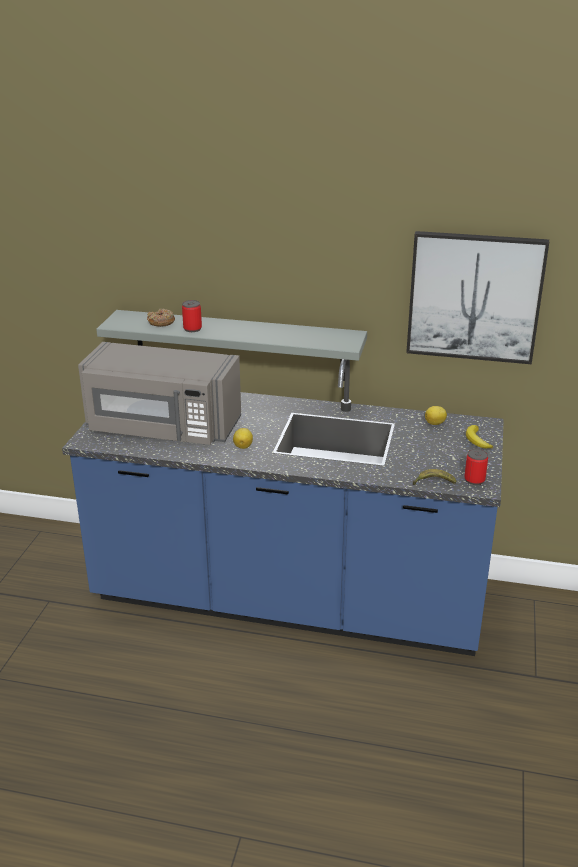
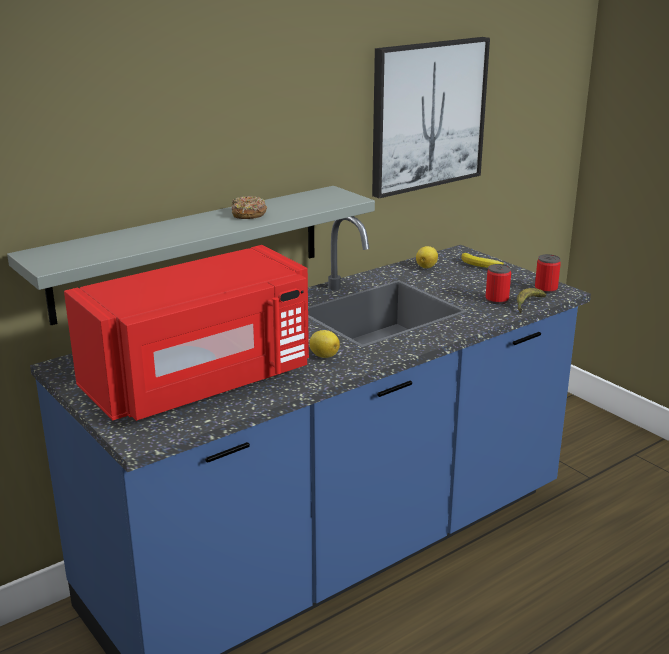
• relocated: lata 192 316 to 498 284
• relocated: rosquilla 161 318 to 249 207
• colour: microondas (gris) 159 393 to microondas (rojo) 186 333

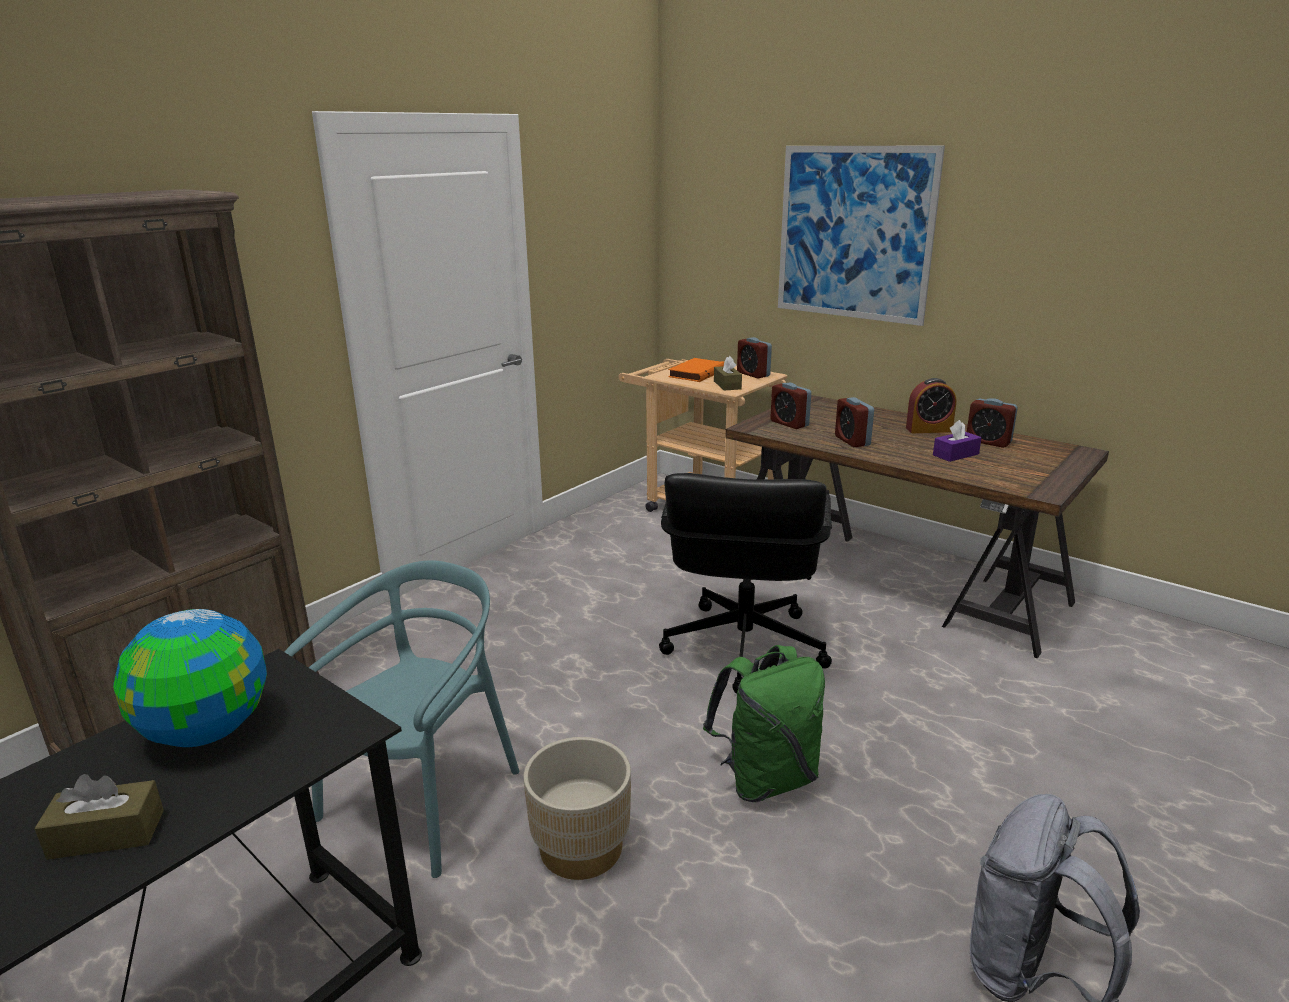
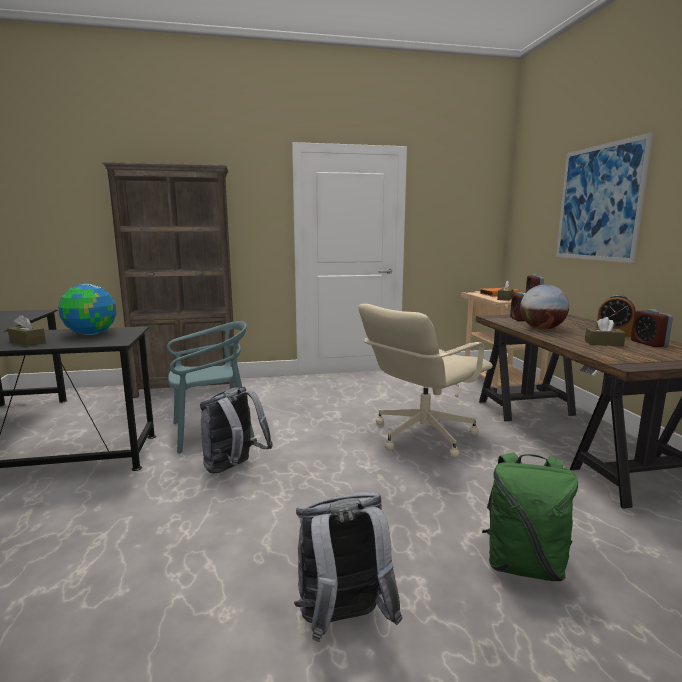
• exchanged: despertador 854 422 to globo terráqueo 544 307
• colour: caja de pañuelos (morado) 957 441 to caja de pañuelos (marrón) 605 331
• colour: silla de oficina (negro) 745 583 to silla de oficina (beis) 425 381
• relocated: mochila (verde) 764 723 to 530 516
• exchanged: maceta (beis) 577 808 to mochila (gris) 236 430

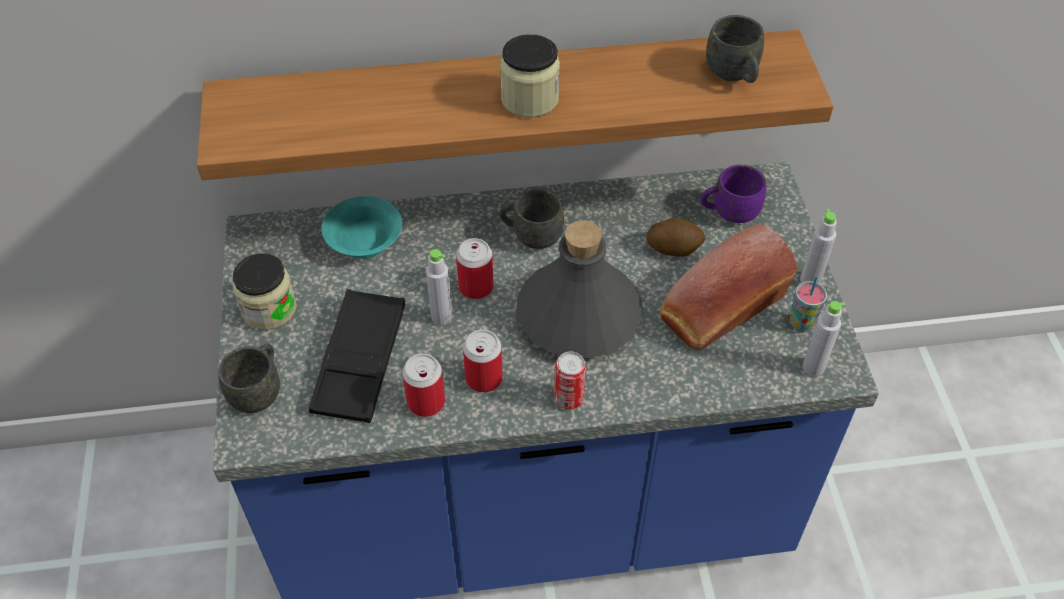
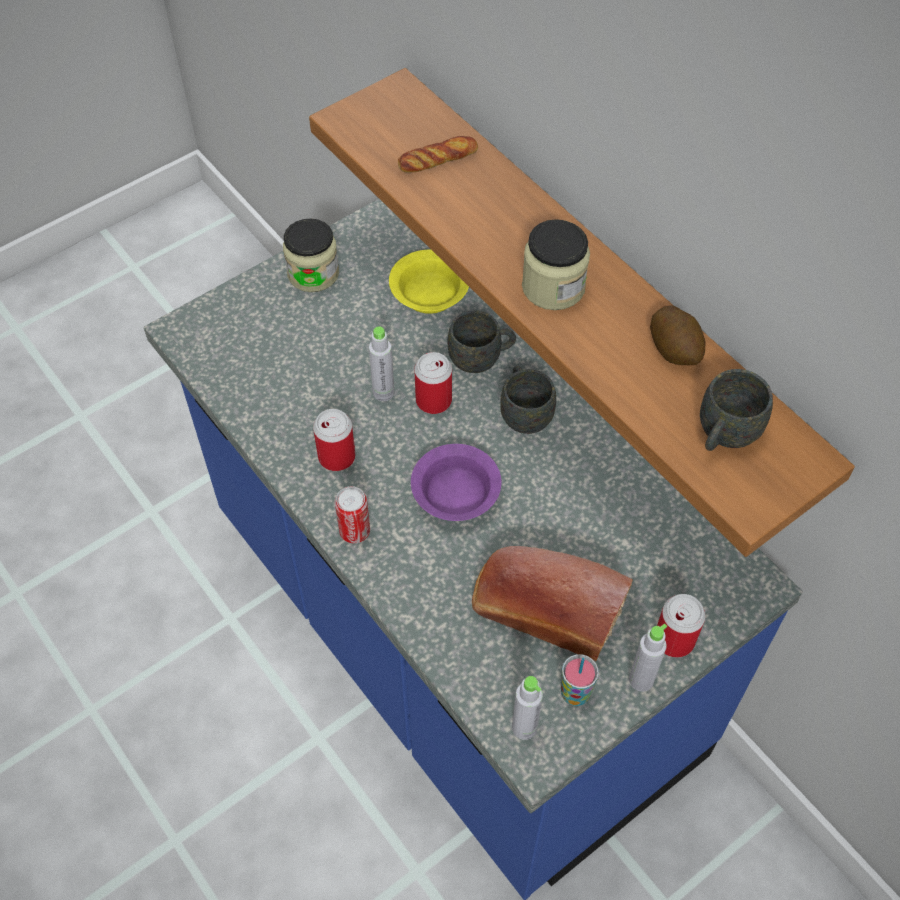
• missing: taza grande (morado) 733 194
• colour: cuenco (turquesa) 362 227 to cuenco (amarillo) 429 282
• relocated: patata 676 237 to 678 335
• exchanged: botella (gris) 579 289 to cuenco (morado) 456 482
• missing: bandeja (negro) 357 356
• relocated: taza grande (gris) 249 378 to 482 341
• relocated: lata 423 385 to 681 626
• appeared: pan 438 154

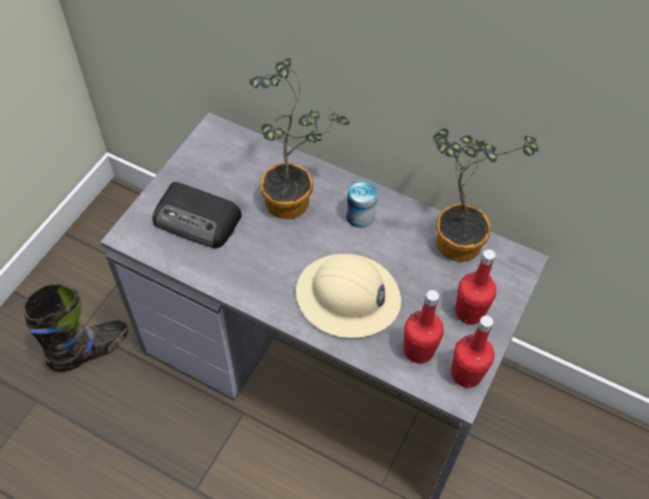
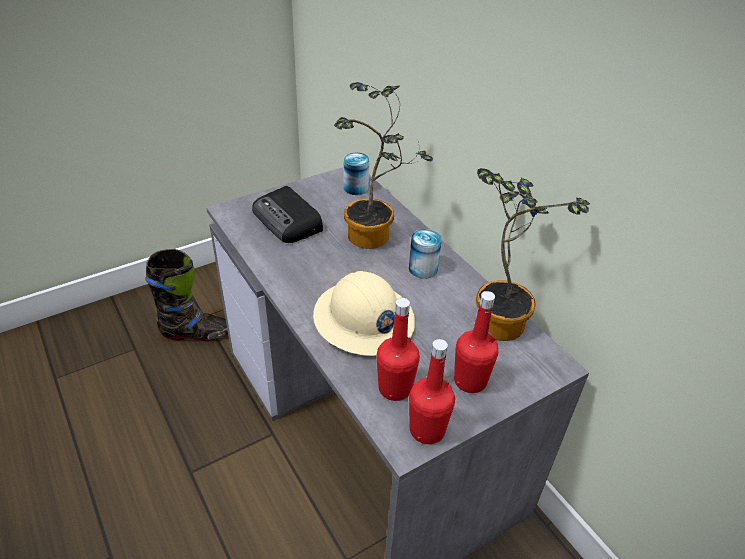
• appeared: lata 356 174

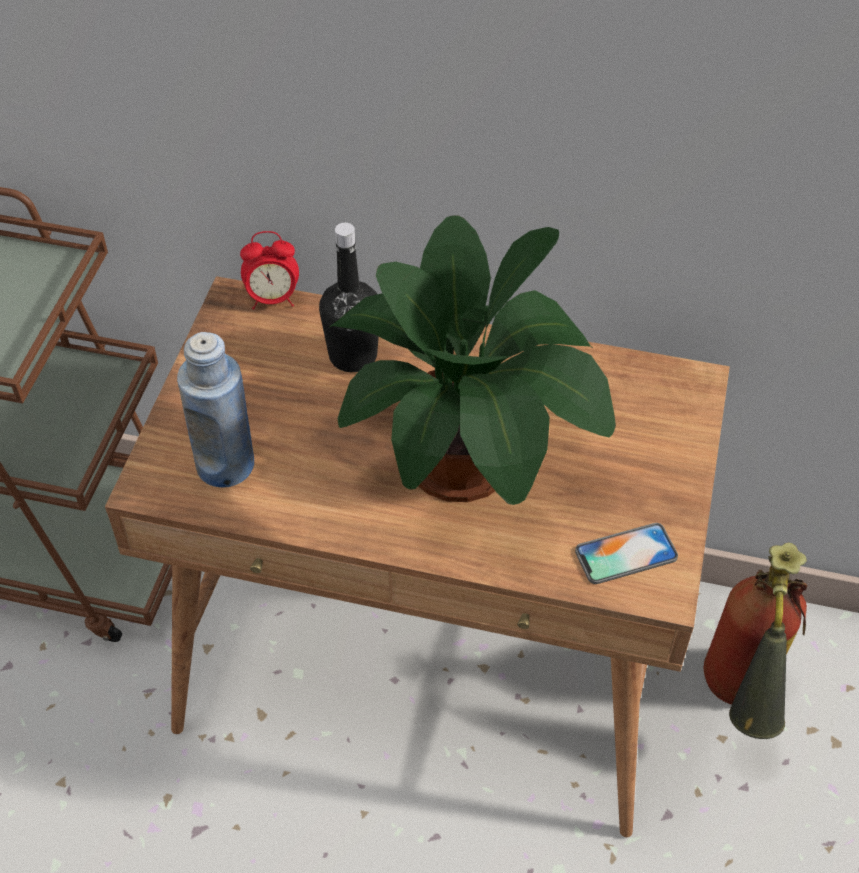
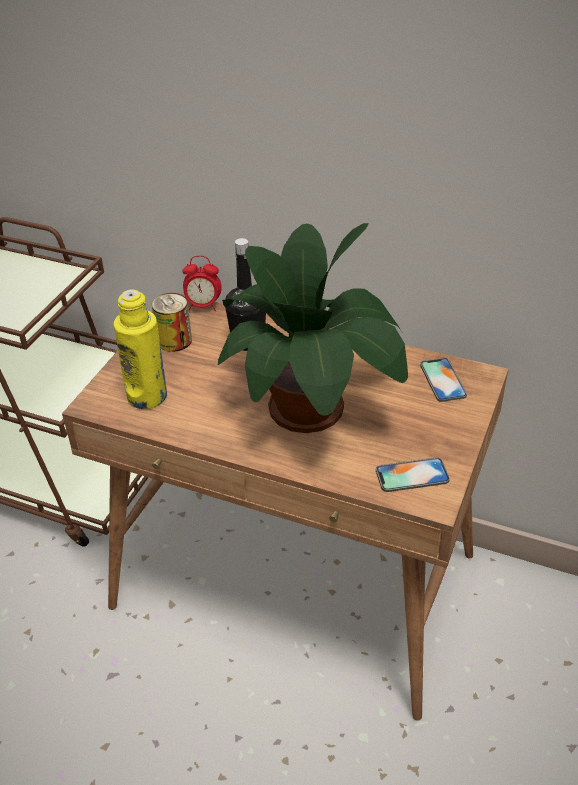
• colour: botella (azul) 215 409 to botella (amarillo) 140 349
• missing: extintor 755 641
• appeared: lata 172 322
• appeared: móvil 443 380

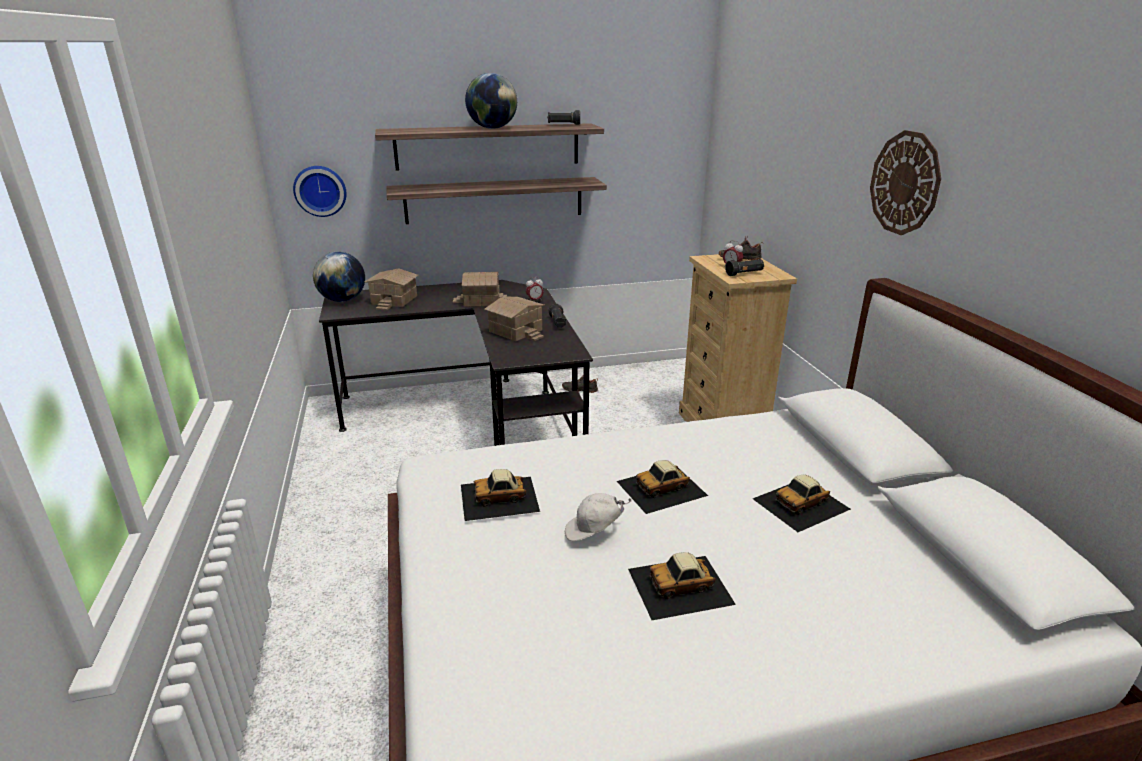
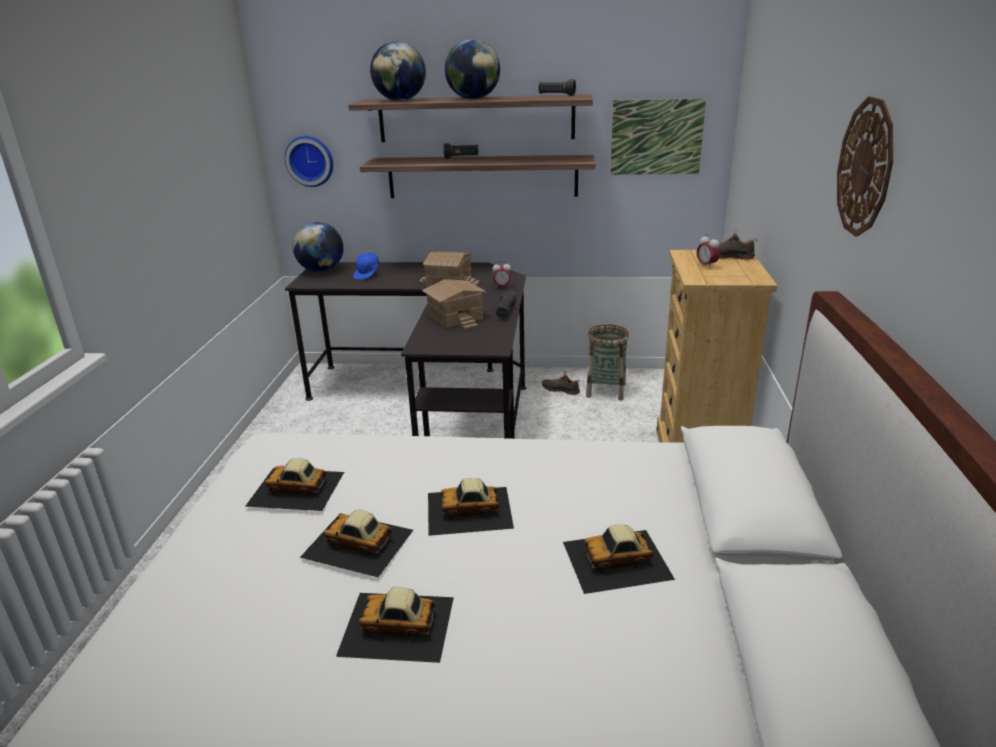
• relocated: linterna (negro) 744 267 to 461 151
• exchanged: casita 392 289 to gorra (azul) 366 266
• exchanged: gorra (blanco) 598 517 to coche de juguete 356 543
• appeared: globo terráqueo 398 71
• appeared: cuadro 658 136
• appeared: cesta 607 362

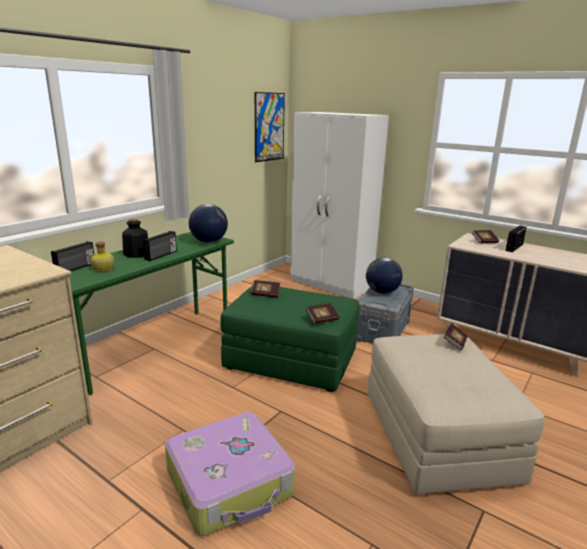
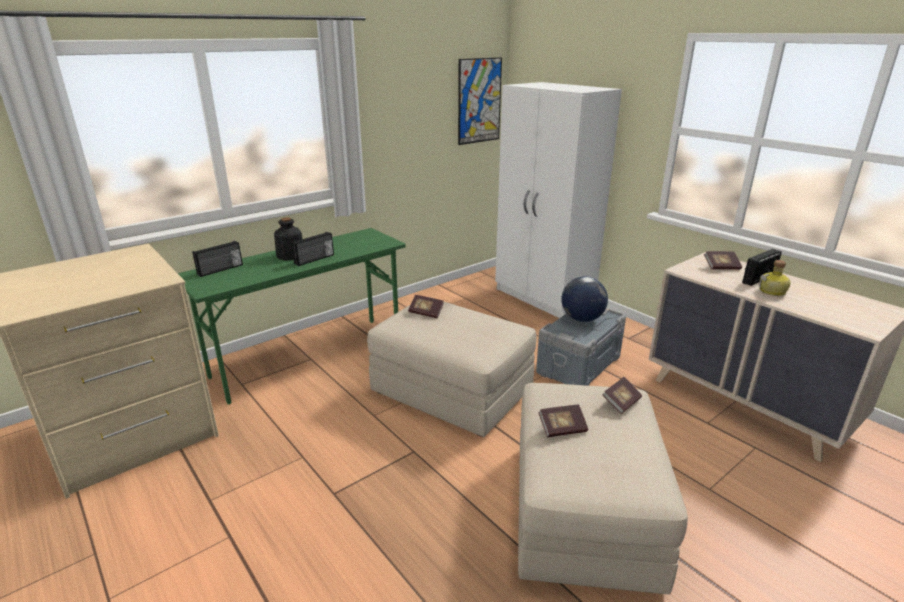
• missing: globo terráqueo 208 223
• relocated: botella 102 256 to 775 278
• colour: puf (verde) 290 339 to puf (beis) 451 367
• relocated: libro 322 313 to 563 420
• missing: maleta 230 474

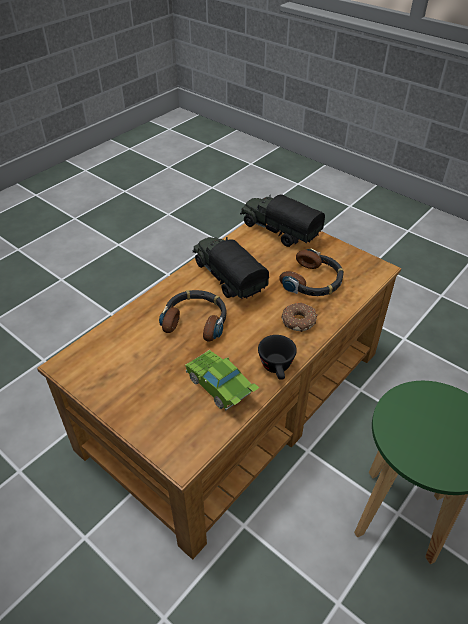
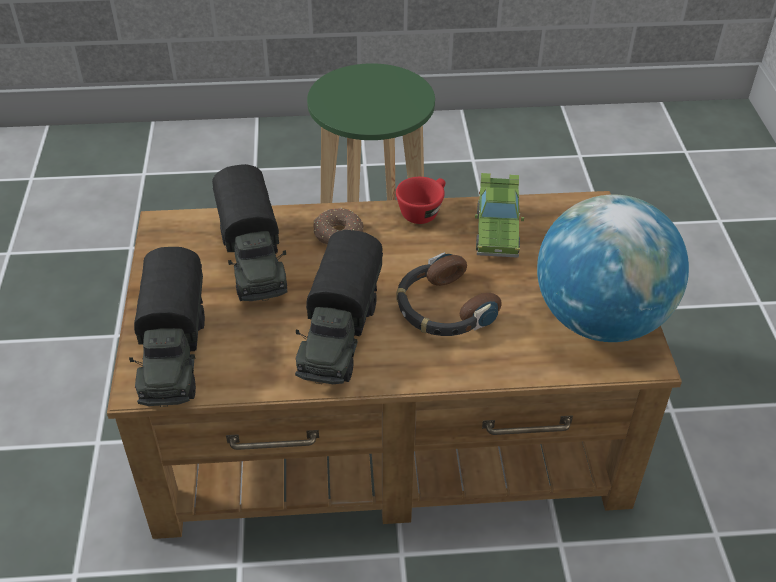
• exchanged: auriculares 311 272 to camión de juguete 249 232
• colour: taza (negro) 277 357 to taza (rojo) 420 200
• appeared: globo terráqueo 613 268

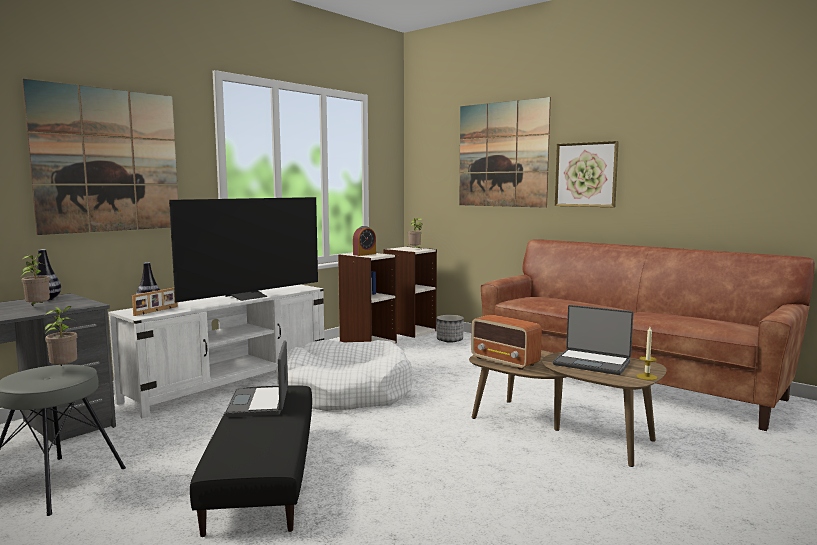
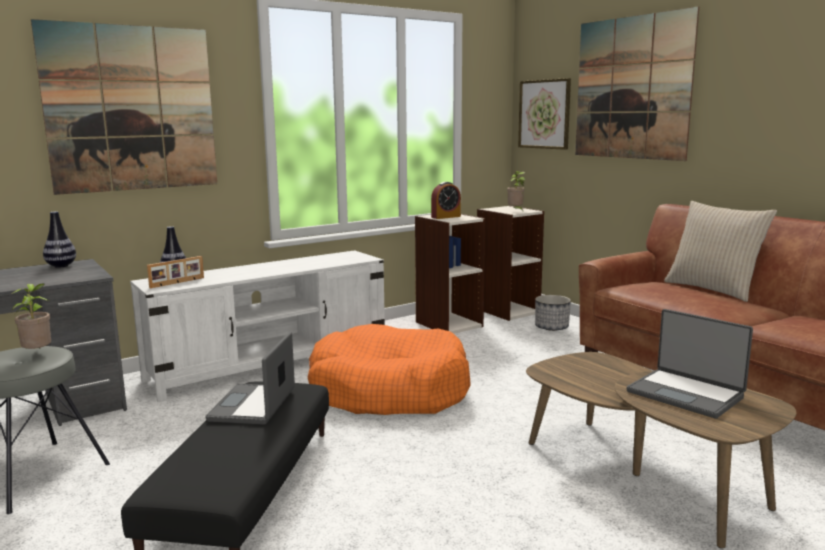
• relocated: cuadro 587 174 to 544 114
• missing: televisor 243 249
• missing: planta en maceta 35 279
• missing: radio 506 342
• missing: vela 647 353
• colour: cama para perro (blanco) 344 375 to cama para perro (naranja) 389 369
• appeared: cojín (beis) 720 251

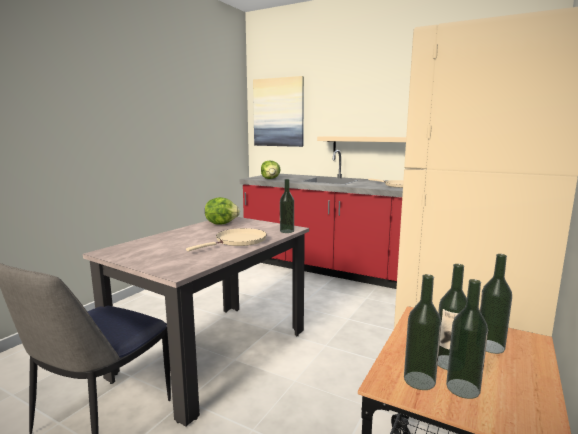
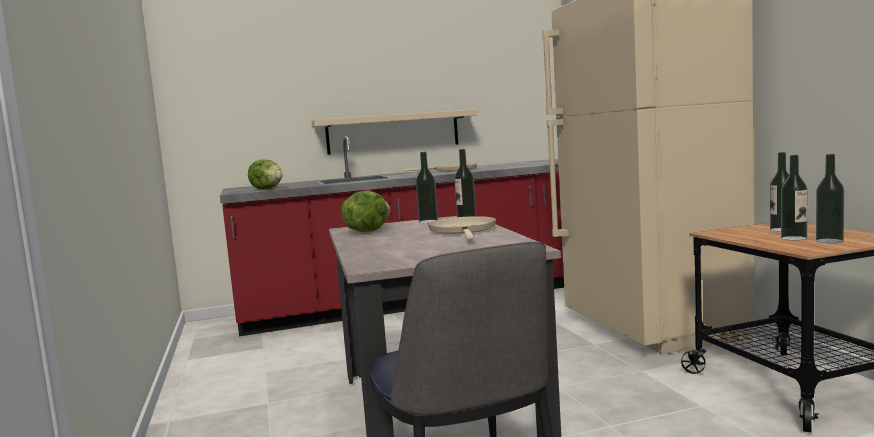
• missing: cuadro 278 111
• relocated: botella 423 332 to 427 187

